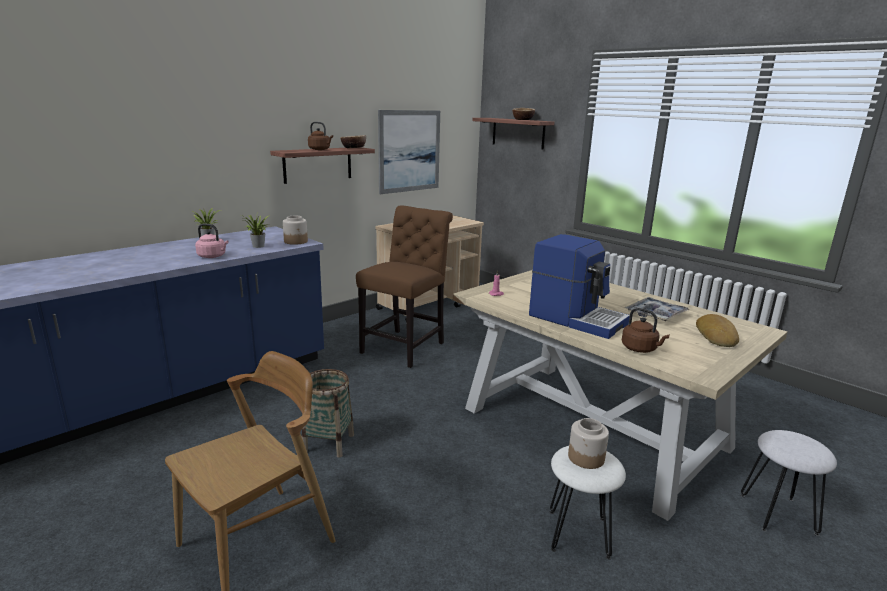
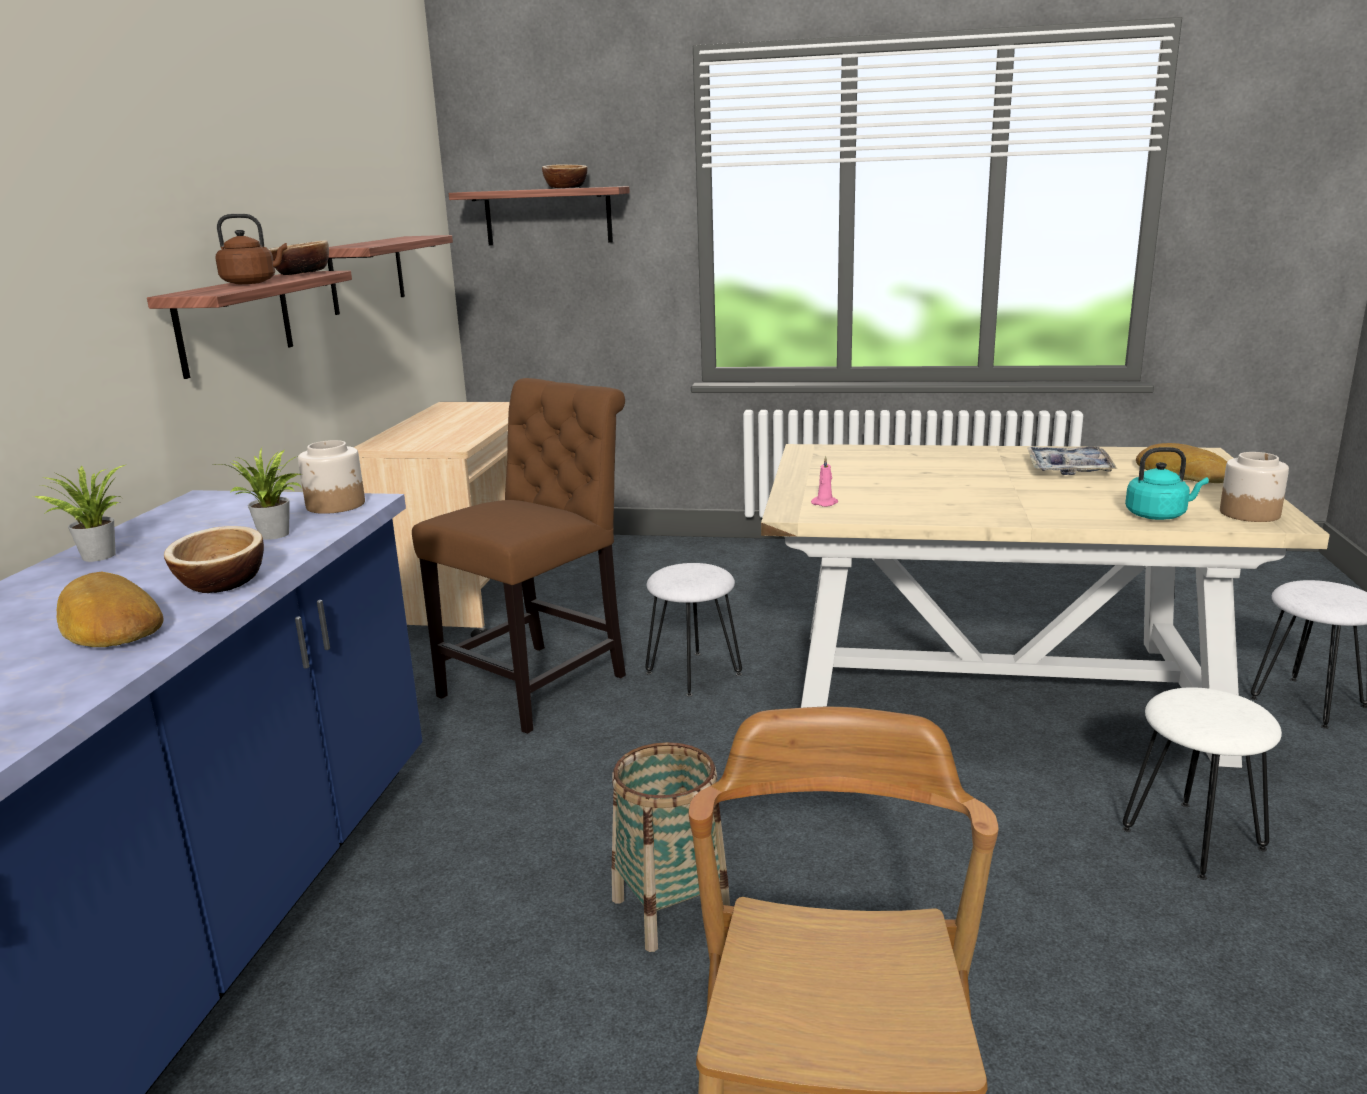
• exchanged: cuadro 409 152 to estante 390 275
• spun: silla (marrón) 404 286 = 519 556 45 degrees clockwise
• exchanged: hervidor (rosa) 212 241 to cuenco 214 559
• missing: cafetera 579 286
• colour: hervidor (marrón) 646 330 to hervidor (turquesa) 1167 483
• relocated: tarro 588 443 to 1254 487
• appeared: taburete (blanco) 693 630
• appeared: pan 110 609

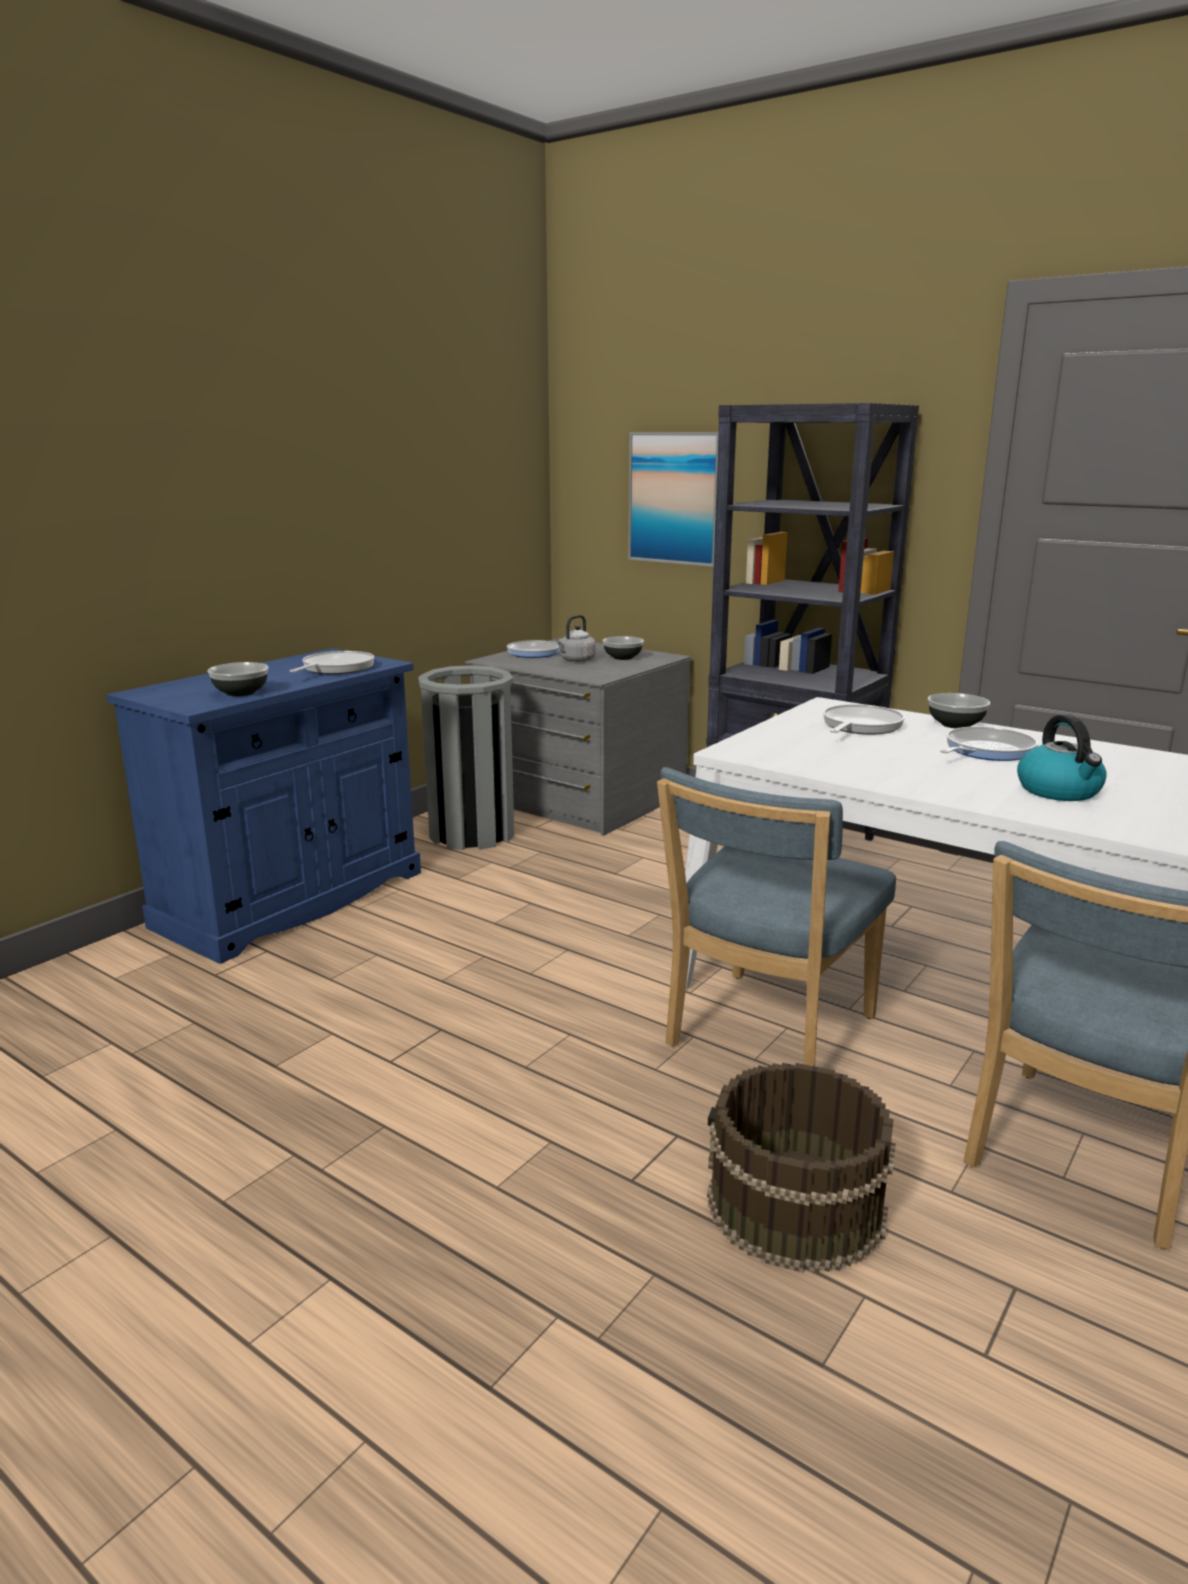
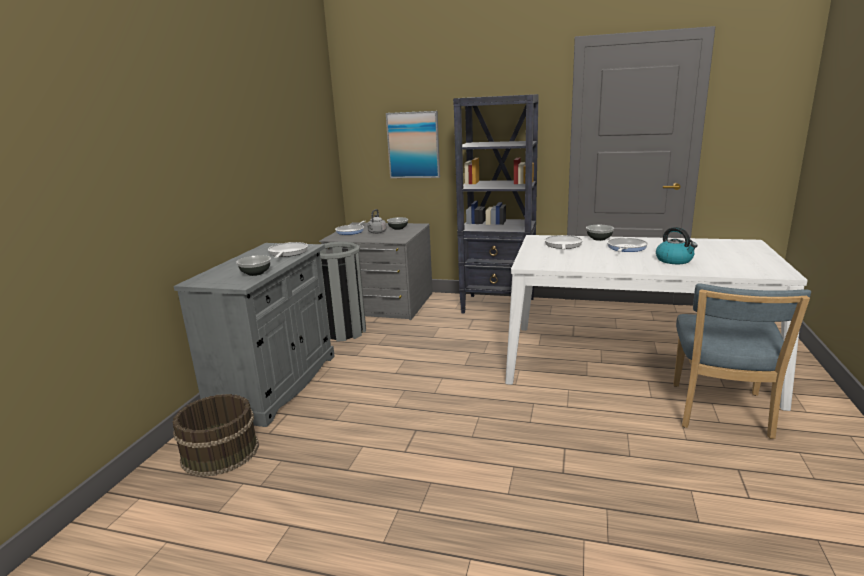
• colour: armario (azul) 264 806 to armario (gris) 254 335
• missing: silla (azul) 776 916
• relocated: cubo (marrón) 801 1168 to 216 435

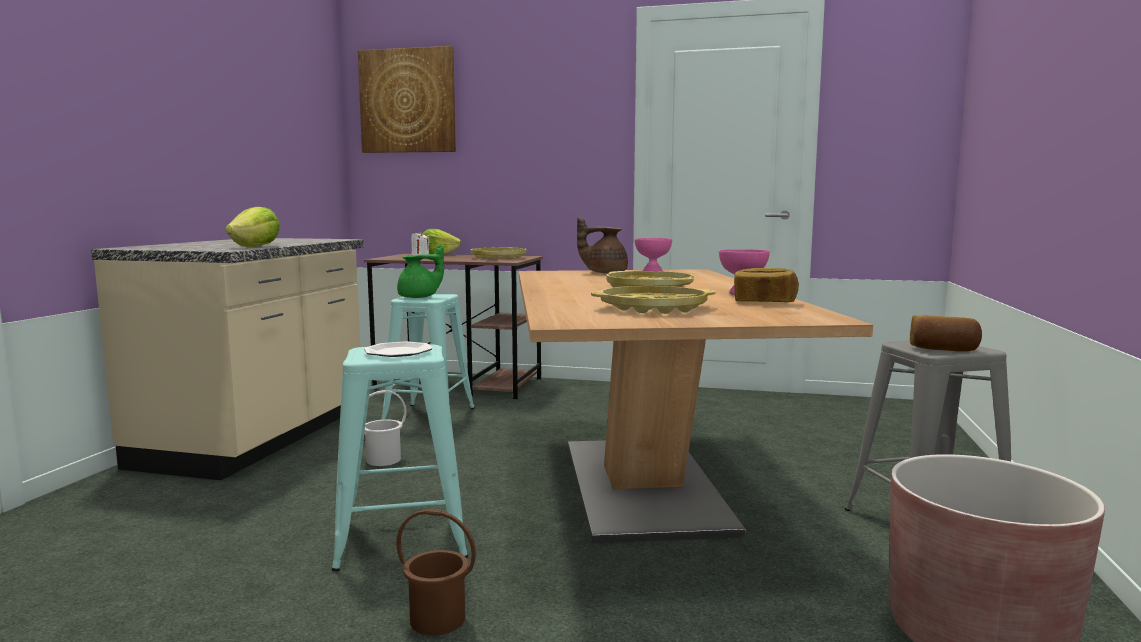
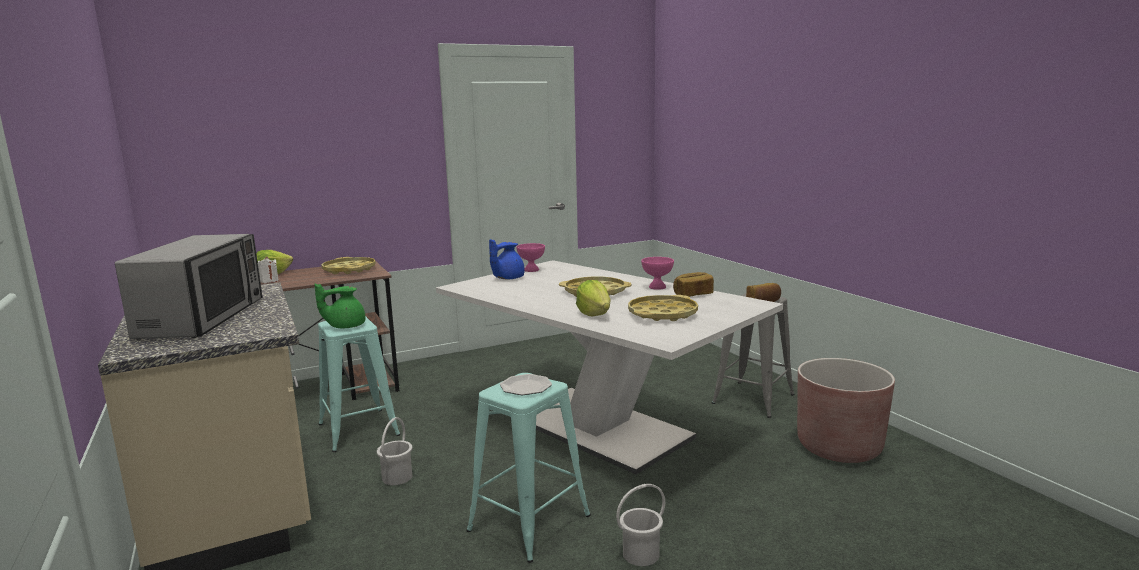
• missing: cuadro 407 99
• relocated: lechuga 252 227 to 593 298
• colour: tetera (marrón) 602 245 to tetera (azul) 507 259
• spun: tetera (verde) 420 271 = 340 305 135 degrees counterclockwise
• colour: mesa de comedor (marrón) 696 406 to mesa de comedor (blanco) 609 367
• colour: cubo (marrón) 436 572 to cubo (blanco) 640 525
• appeared: microondas 189 287

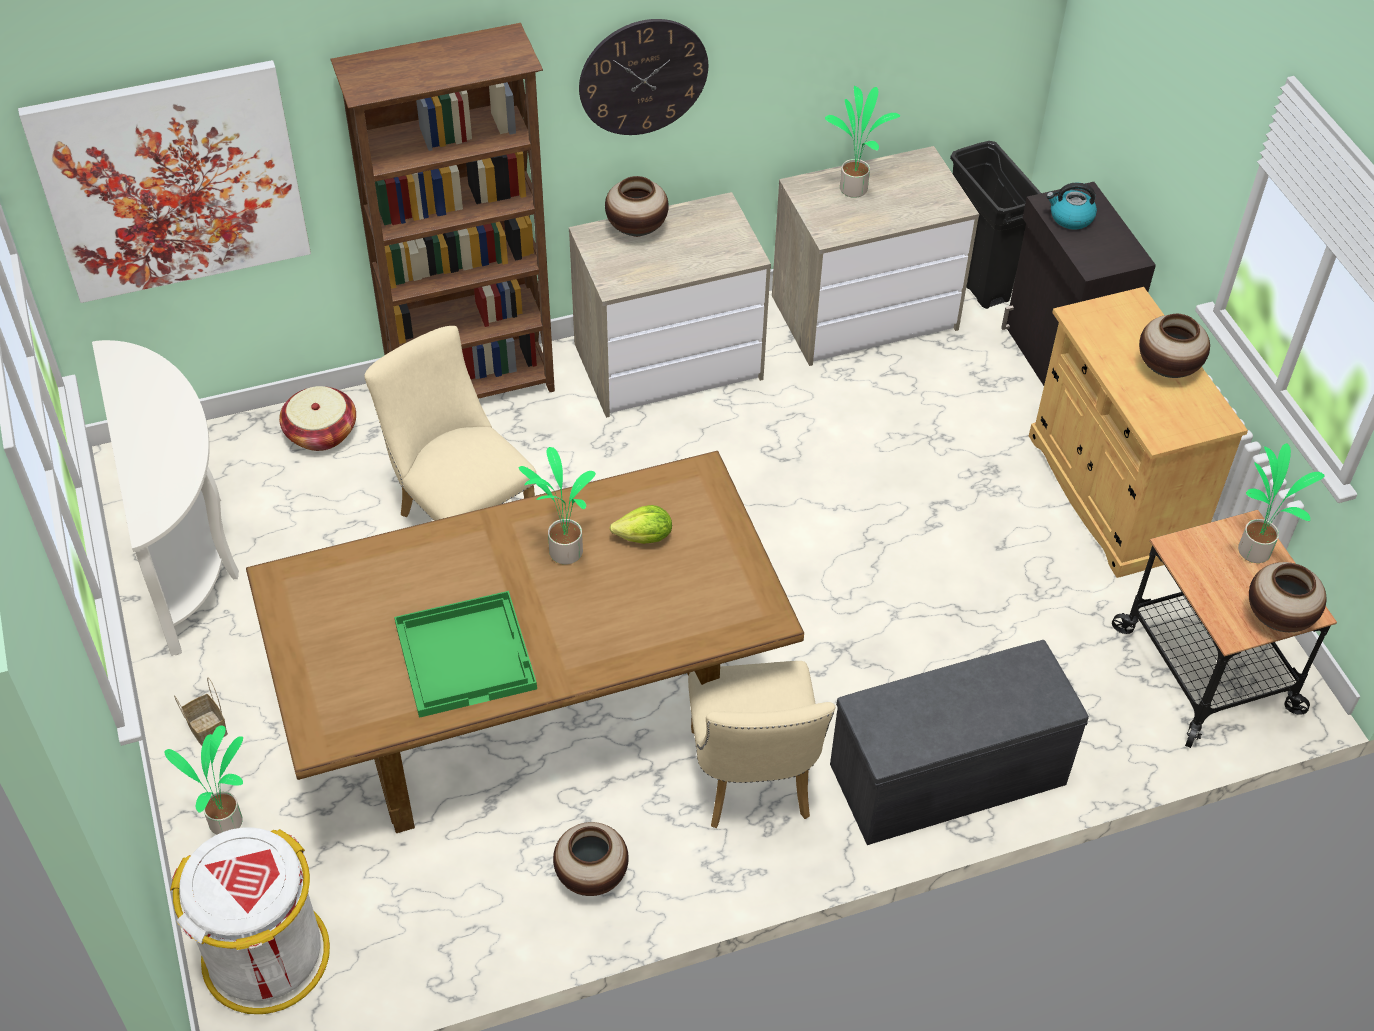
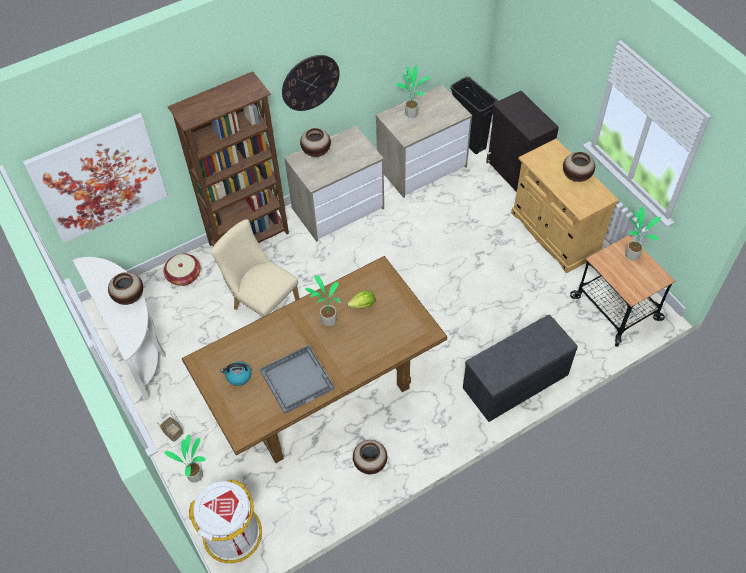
• relocated: hervidor 1071 206 to 235 374
• relocated: florero 1288 597 to 125 288
• colour: bandeja (verde) 465 654 to bandeja (gris) 297 379
• missing: silla (beis) 761 744

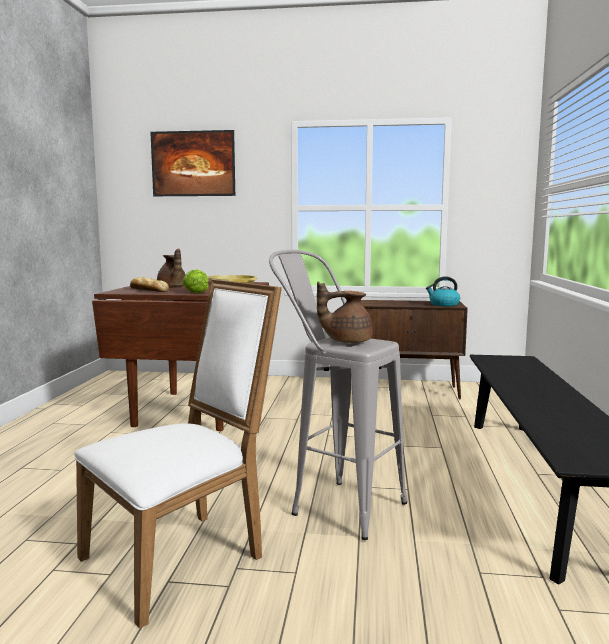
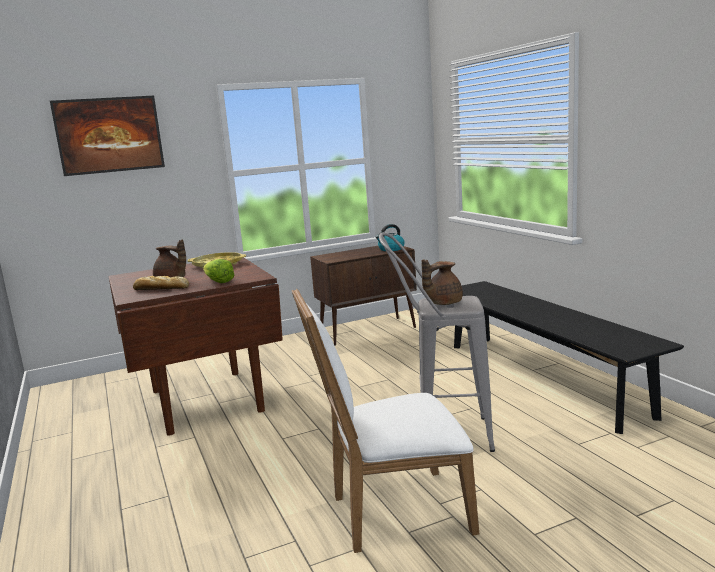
• spun: silla (blanco) 178 453 = 385 421 120 degrees counterclockwise

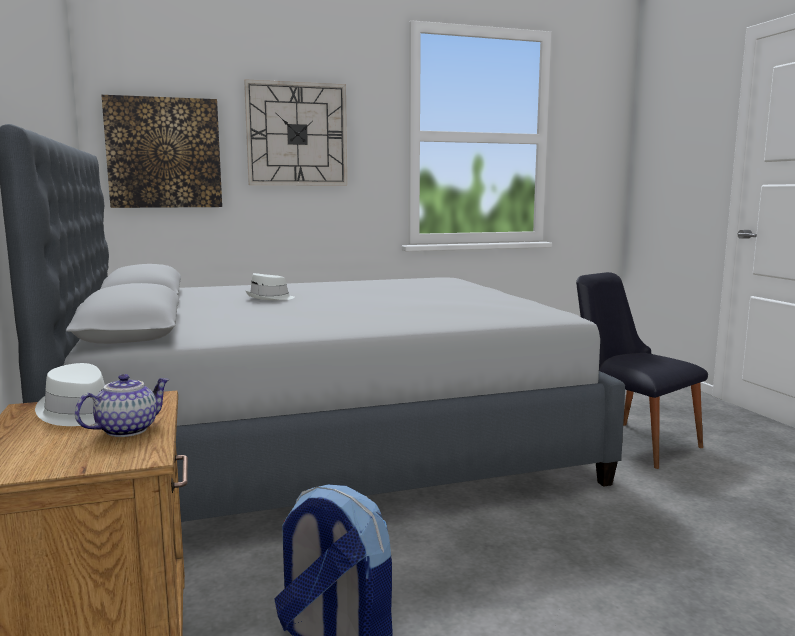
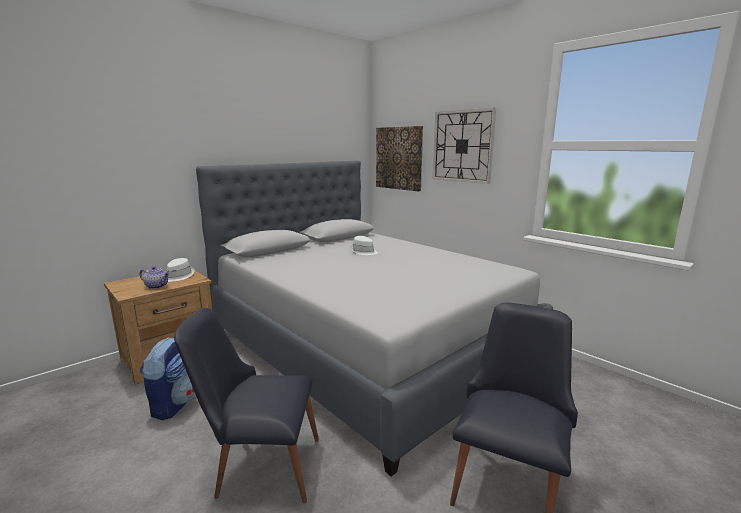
• appeared: silla (negro) 246 405

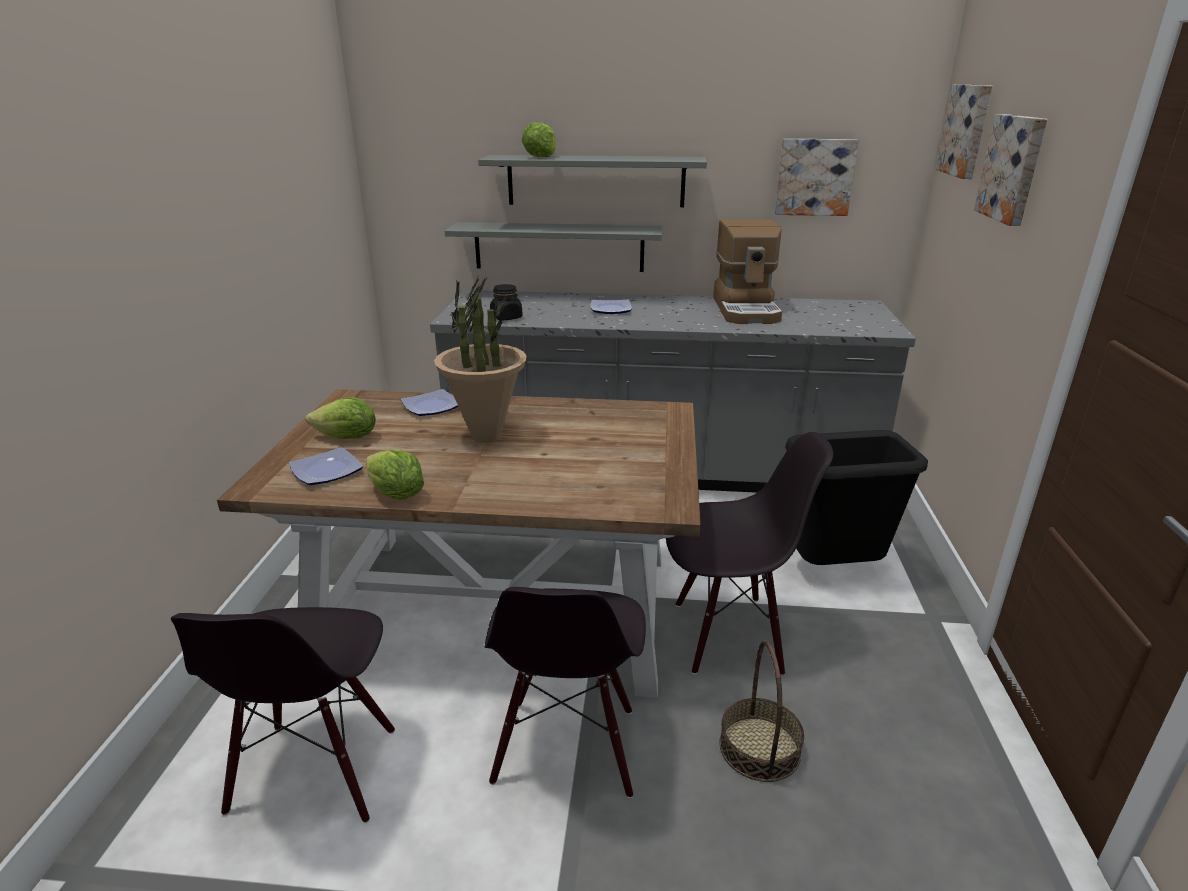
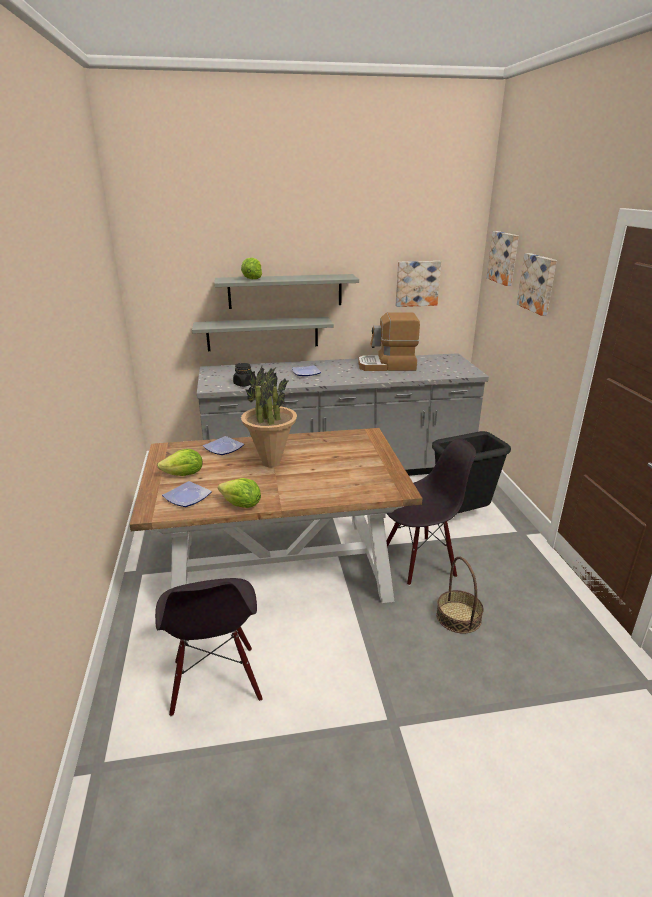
• spun: cafetera 747 271 = 389 341 105 degrees clockwise
• missing: silla (negro) 565 692

